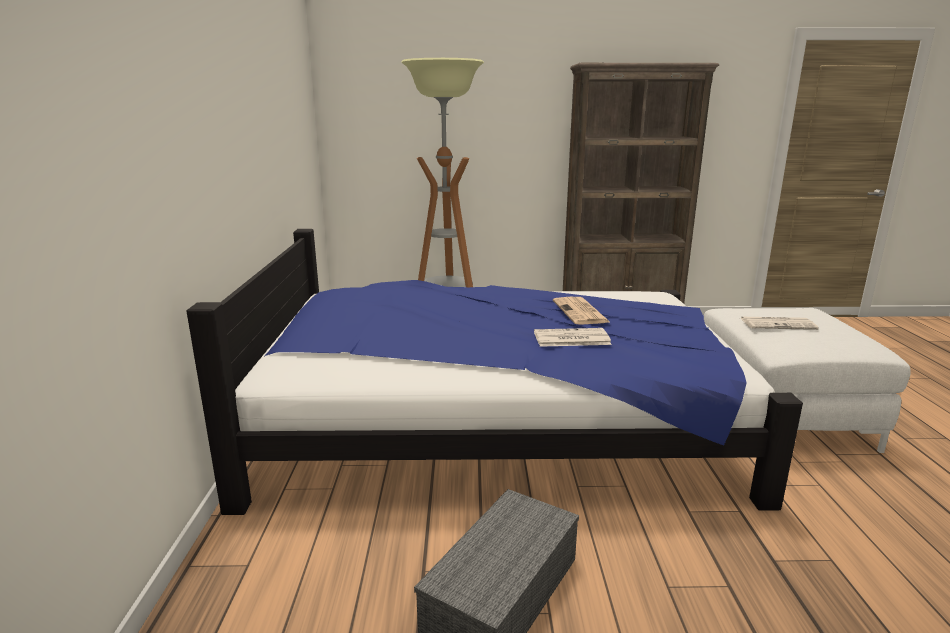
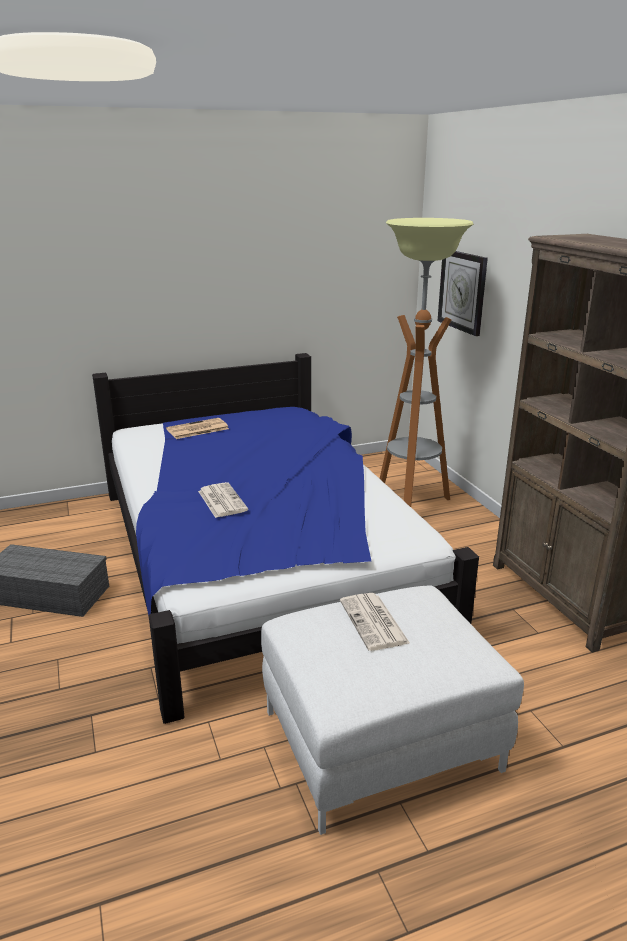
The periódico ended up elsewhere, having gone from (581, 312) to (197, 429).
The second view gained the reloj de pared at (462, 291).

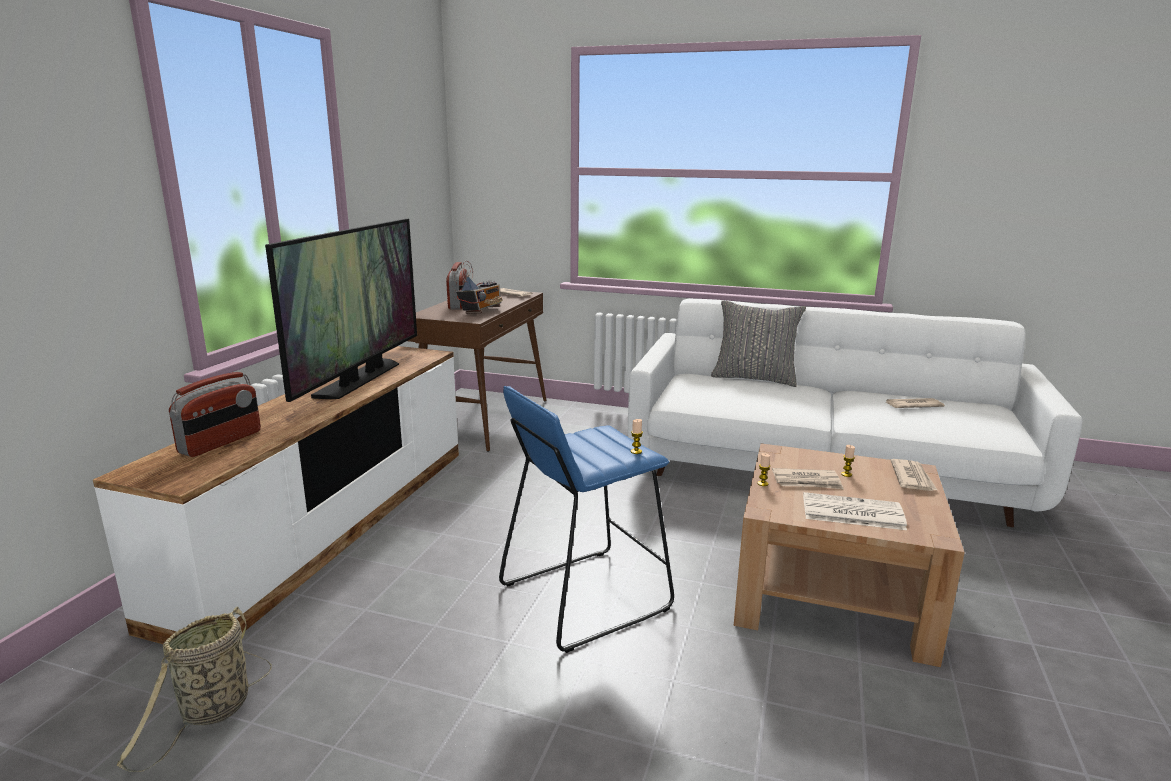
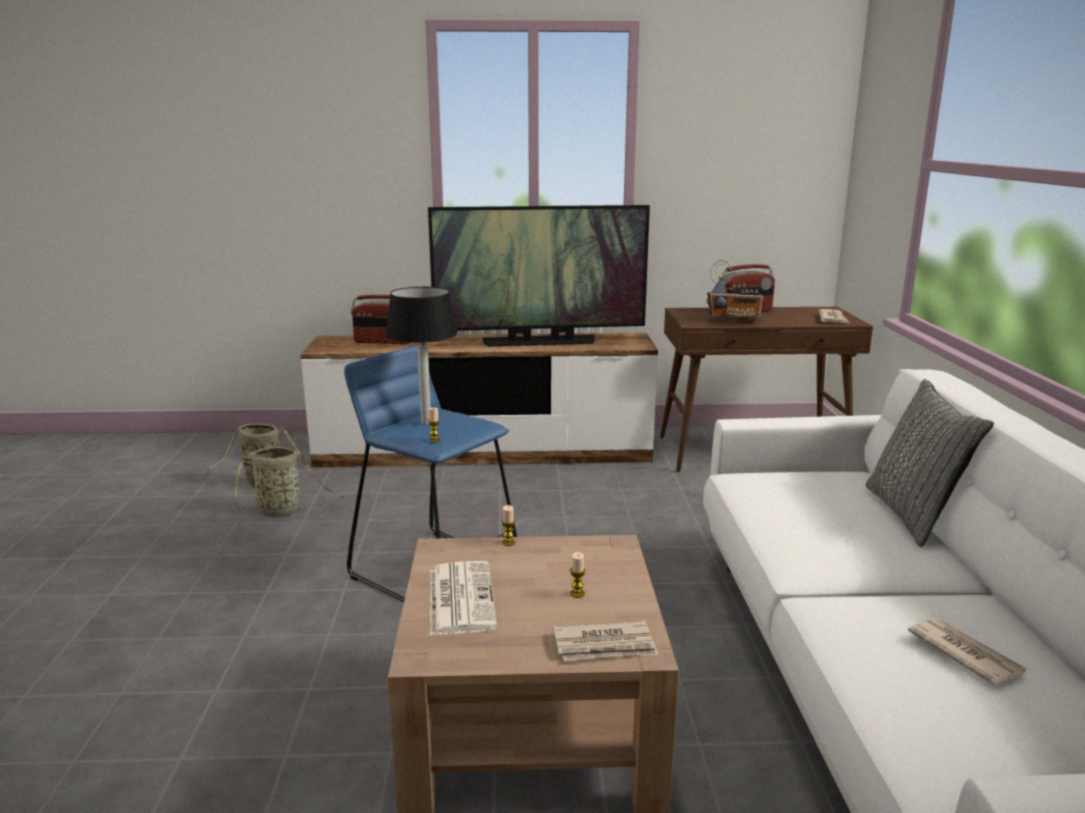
The second view gained the cesta at (283, 511).
The second view gained the lámpara de mesa at (425, 423).
The second view lost the periódico at (807, 482).

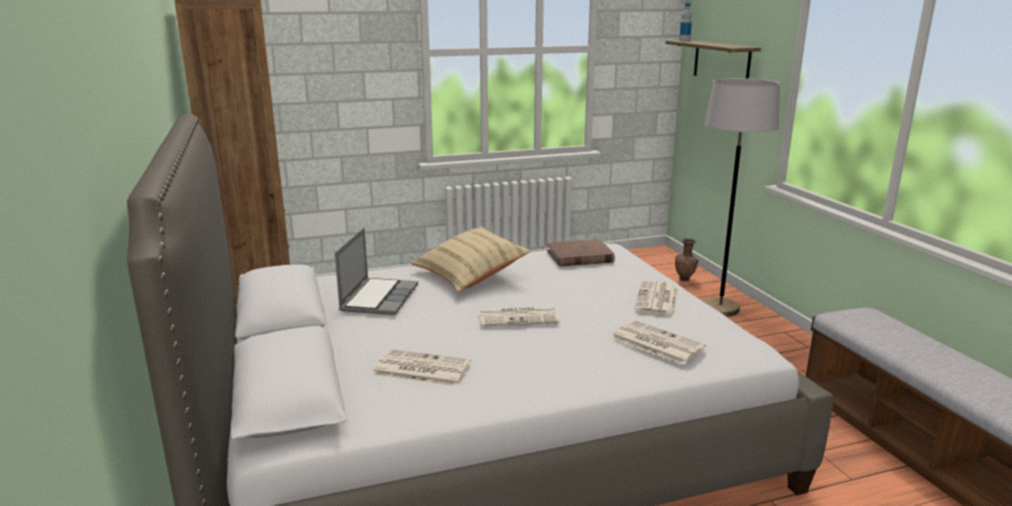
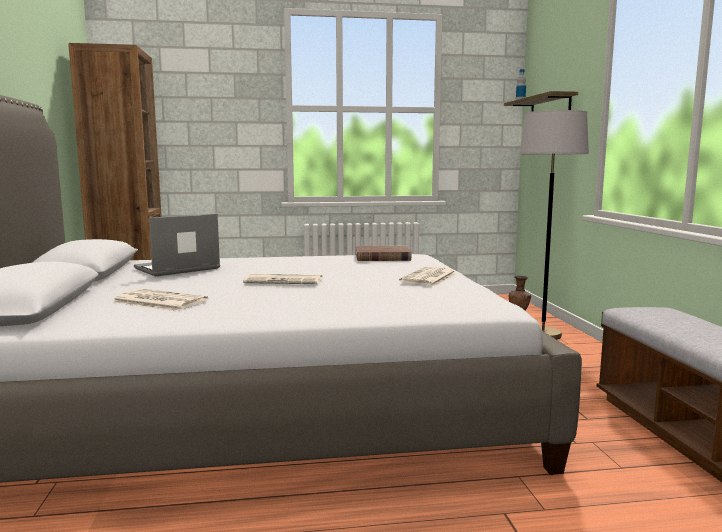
The portátil at (379, 298) ended up facing another way, 150 degrees counterclockwise from before.
The second view lost the cojín [beis] at (470, 275).
The second view lost the periódico at (655, 343).

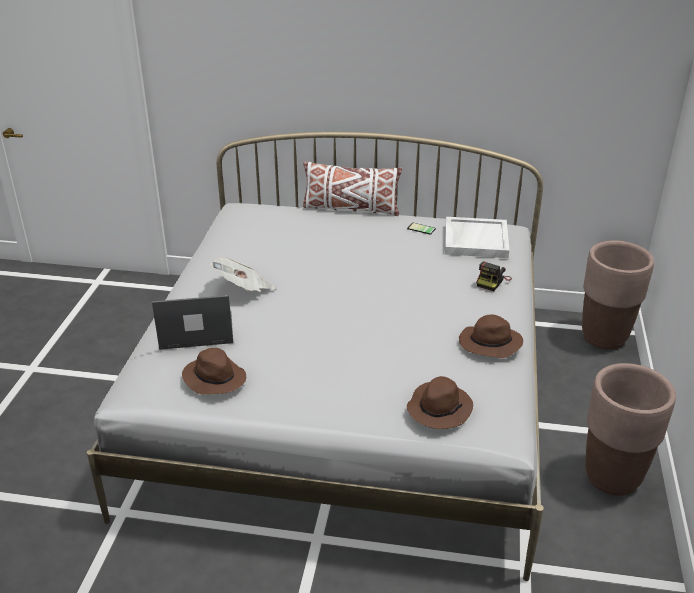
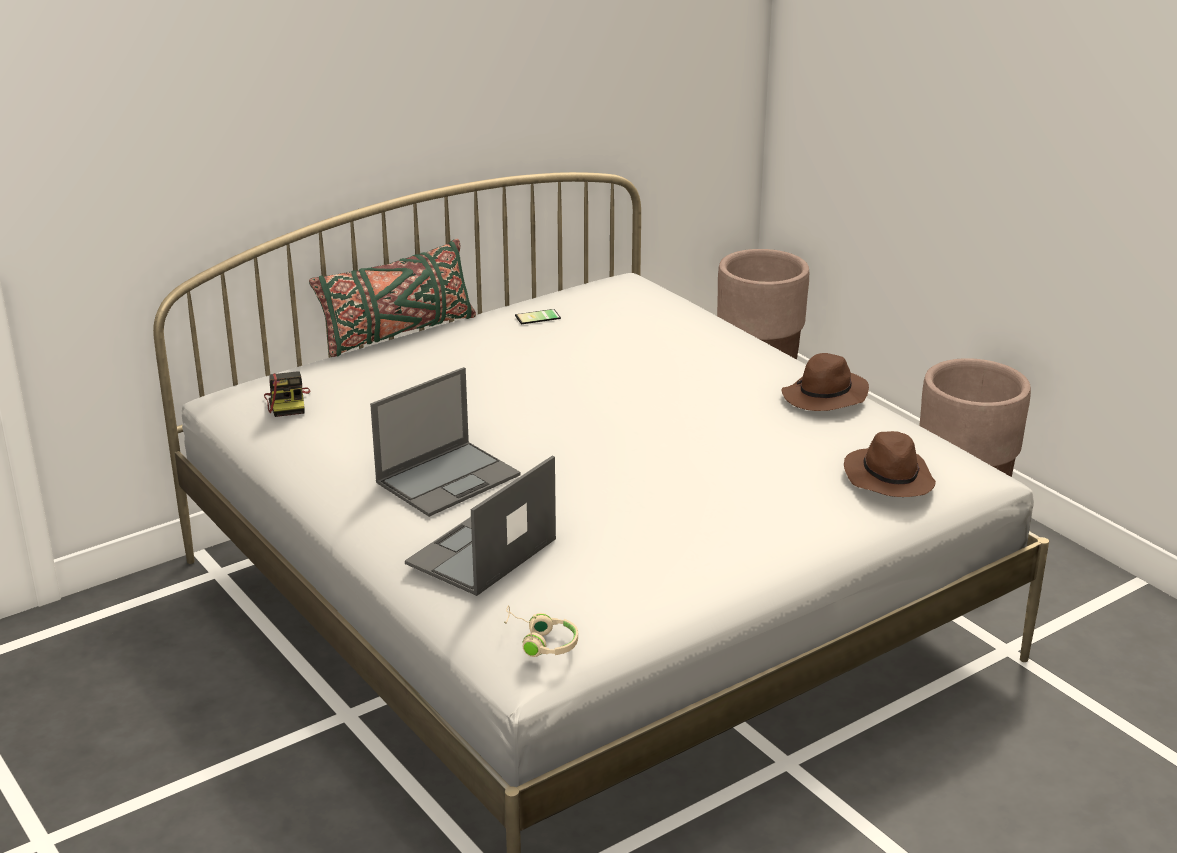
The cámara ended up elsewhere, having gone from (492, 281) to (288, 403).
What was the cojín [blanco] at (350, 208) turned into the cojín [verde] at (397, 333).
Where the periódico stood at (244, 289), the portátil came to stand at (449, 478).
The second view gained the auriculares [beis] at (540, 642).
The second view lost the sombrero [marrón] at (214, 378).
The second view lost the bandeja [blanco] at (475, 240).

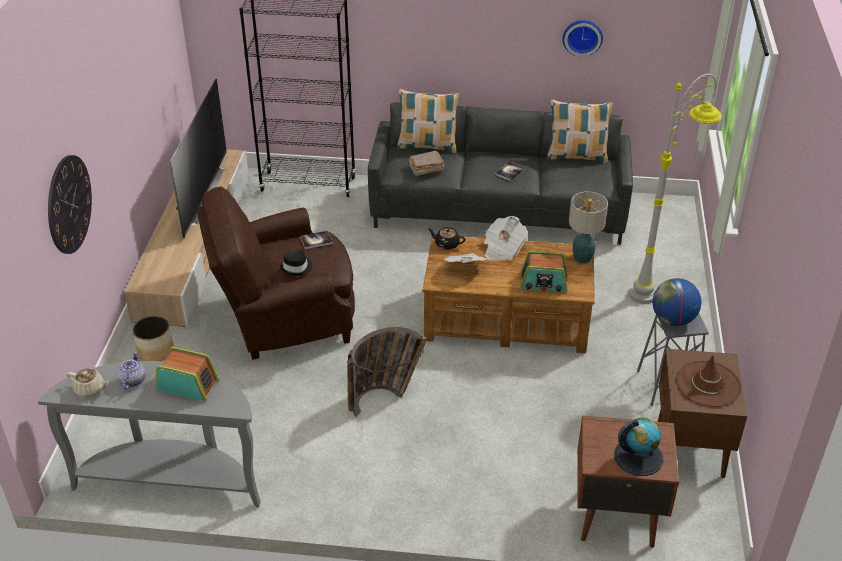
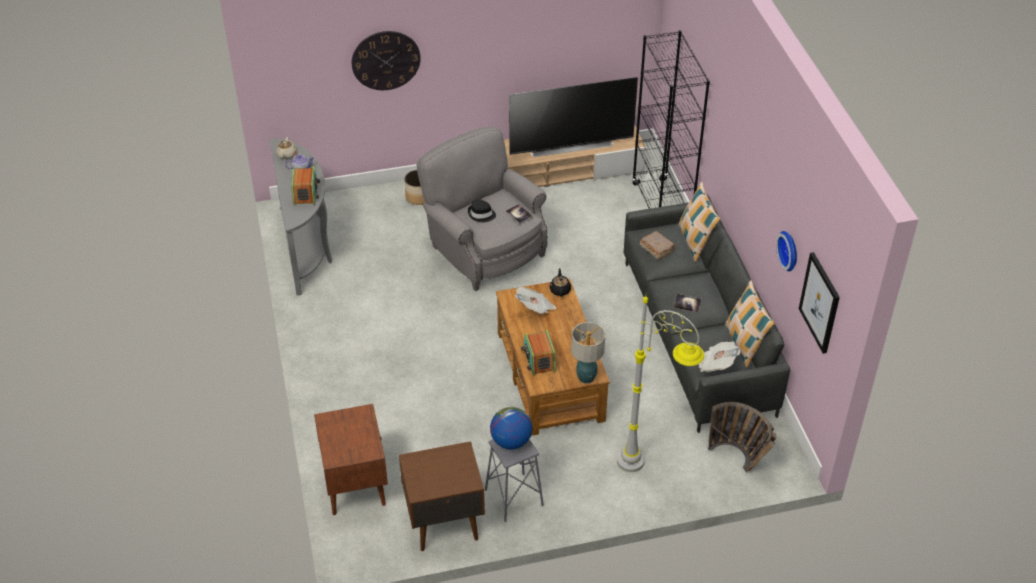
What was the sillón [marrón] at (284, 319) turned into the sillón [gris] at (484, 248).
The periódico ended up elsewhere, having gone from (503, 249) to (715, 364).
The cesta ended up elsewhere, having gone from (385, 397) to (740, 461).
The second view gained the cuadro at (820, 302).
The second view lost the globo terráqueo at (638, 457).
The second view lost the sombrero [marrón] at (708, 384).

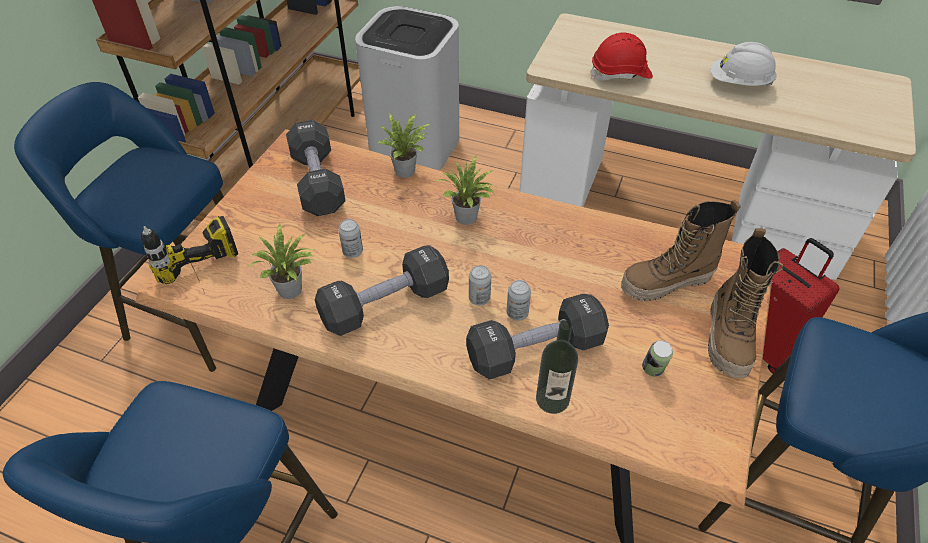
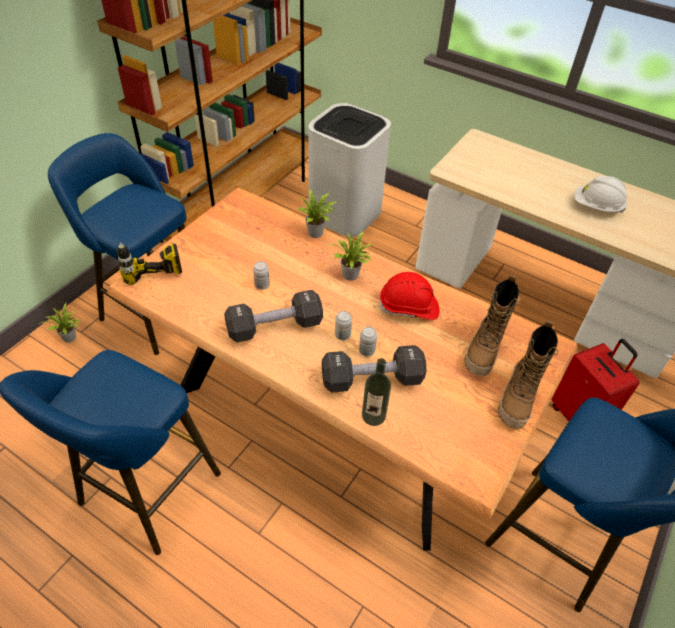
The planta en maceta ended up elsewhere, having gone from (292, 291) to (70, 338).
The casco [rojo] ended up elsewhere, having gone from (621, 74) to (409, 307).
The bota at (666, 283) ended up facing another way, 60 degrees counterclockwise from before.
The second view lost the mancuerna [negro] at (318, 182).
The second view lost the lata at (653, 370).

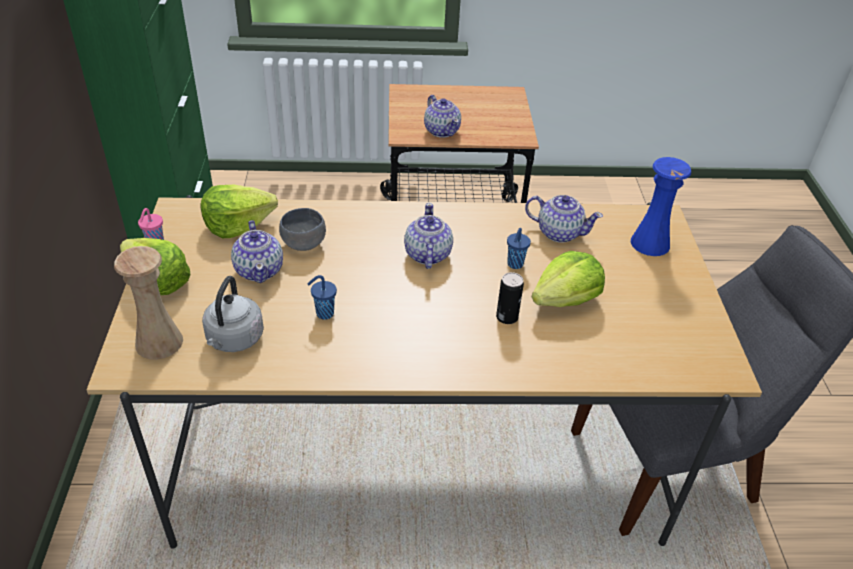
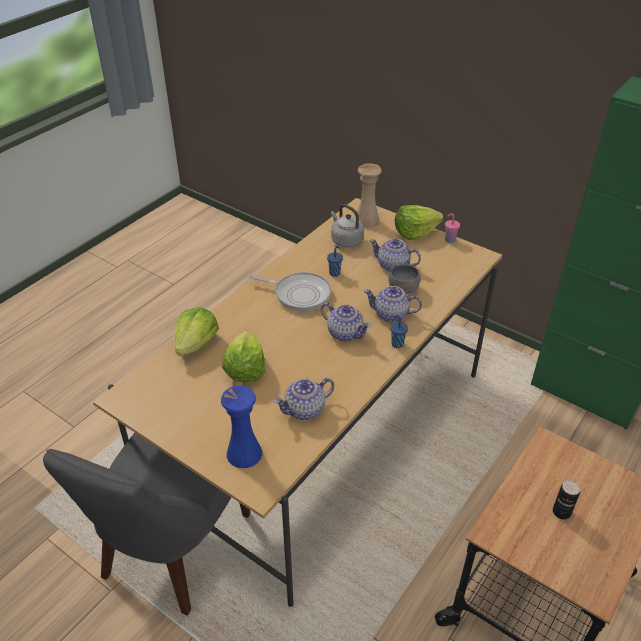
The lechuga ended up elsewhere, having gone from (237, 225) to (196, 343).
The second view gained the sartén at (299, 294).
The tetera ended up elsewhere, having gone from (442, 131) to (391, 314).
The taza [azul] ended up elsewhere, having gone from (514, 265) to (397, 343).
The lata ended up elsewhere, having gone from (507, 317) to (561, 512).

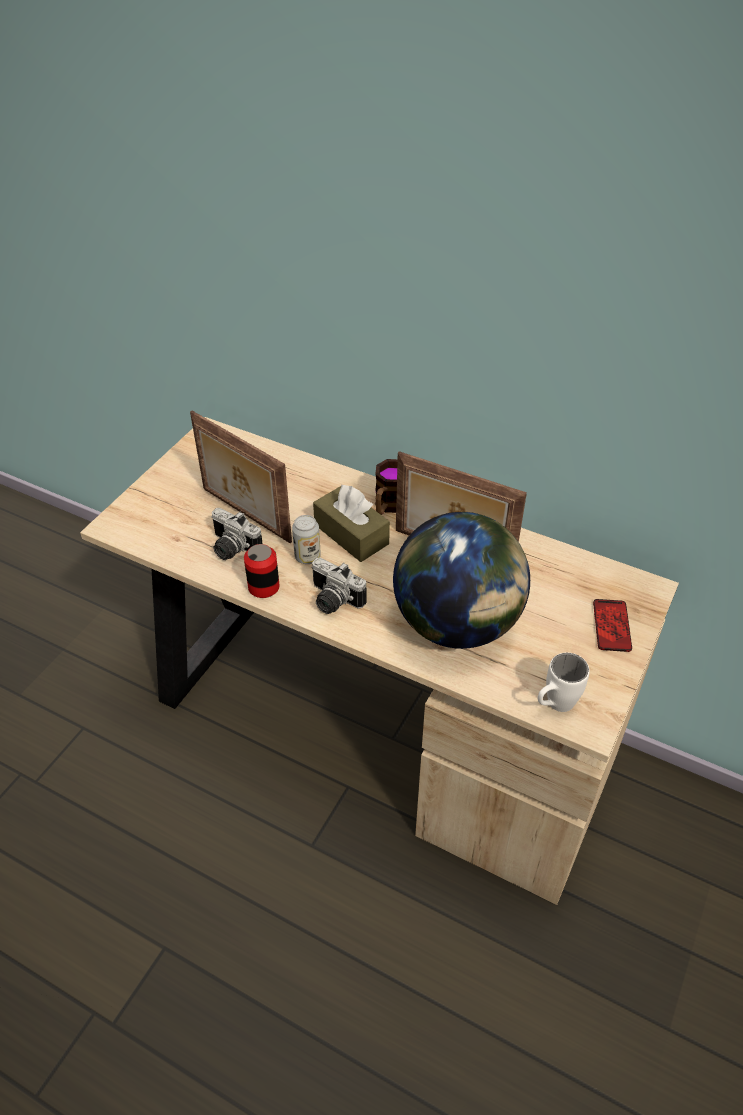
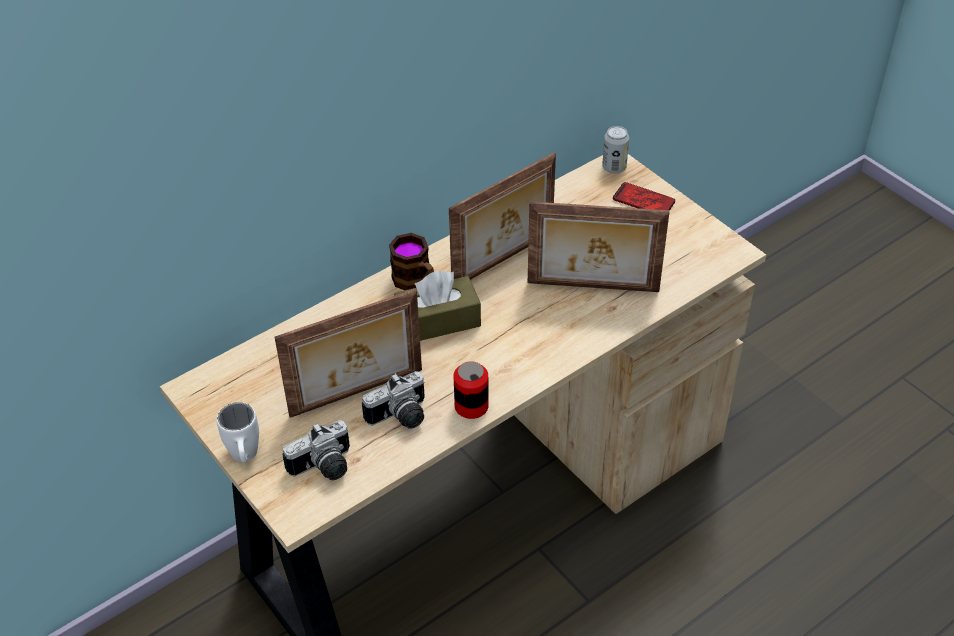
The taza grande [blanco] ended up elsewhere, having gone from (554, 706) to (245, 459).
The cámara ended up elsewhere, having gone from (332, 601) to (324, 468).
Where the globo terráqueo stood at (457, 624), the portarretratos came to stand at (592, 288).
The lata ended up elsewhere, having gone from (307, 557) to (614, 167).

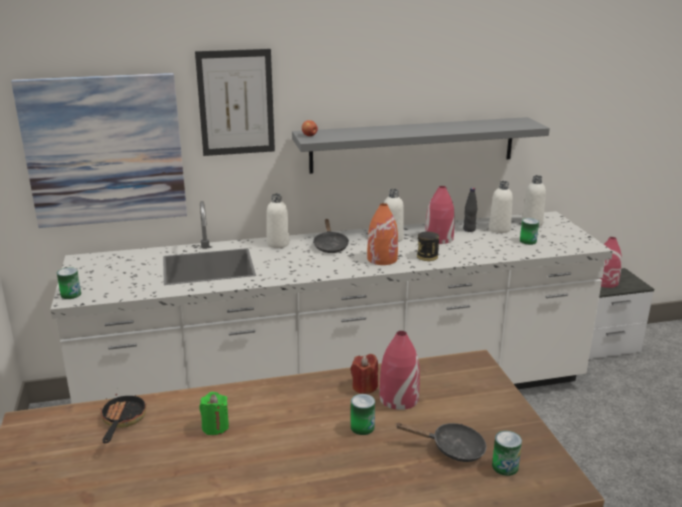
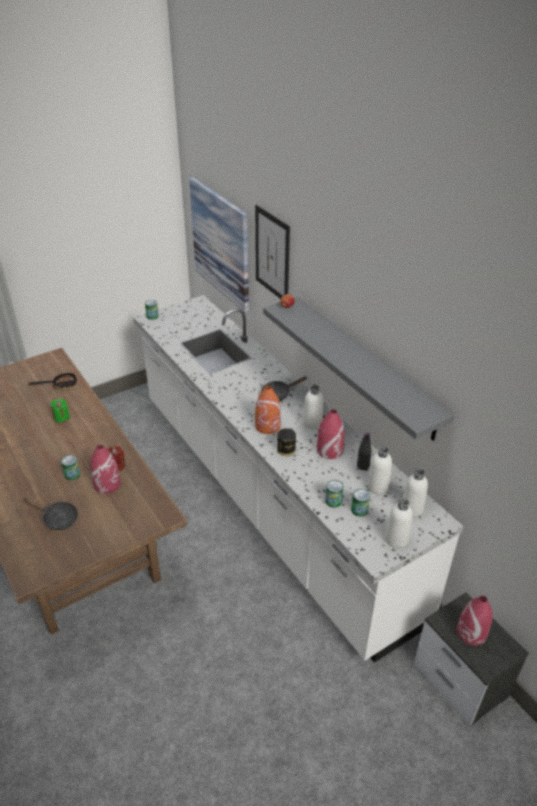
The sartén [negro] at (452, 448) ended up facing another way, 60 degrees counterclockwise from before.
The lata ended up elsewhere, having gone from (505, 466) to (333, 501).
The botella [blanco] ended up elsewhere, having gone from (278, 244) to (396, 539).

